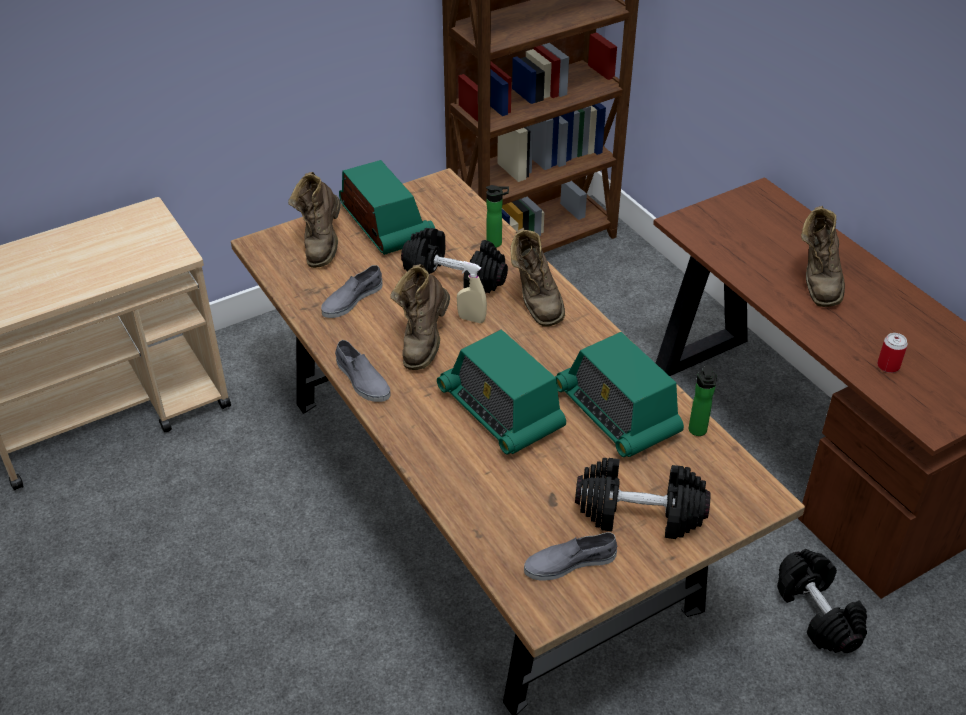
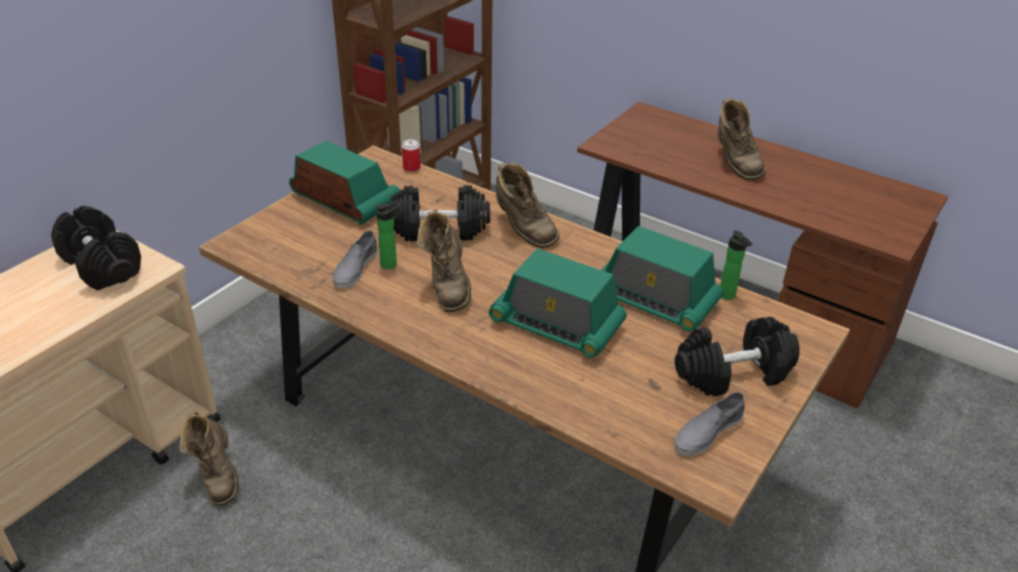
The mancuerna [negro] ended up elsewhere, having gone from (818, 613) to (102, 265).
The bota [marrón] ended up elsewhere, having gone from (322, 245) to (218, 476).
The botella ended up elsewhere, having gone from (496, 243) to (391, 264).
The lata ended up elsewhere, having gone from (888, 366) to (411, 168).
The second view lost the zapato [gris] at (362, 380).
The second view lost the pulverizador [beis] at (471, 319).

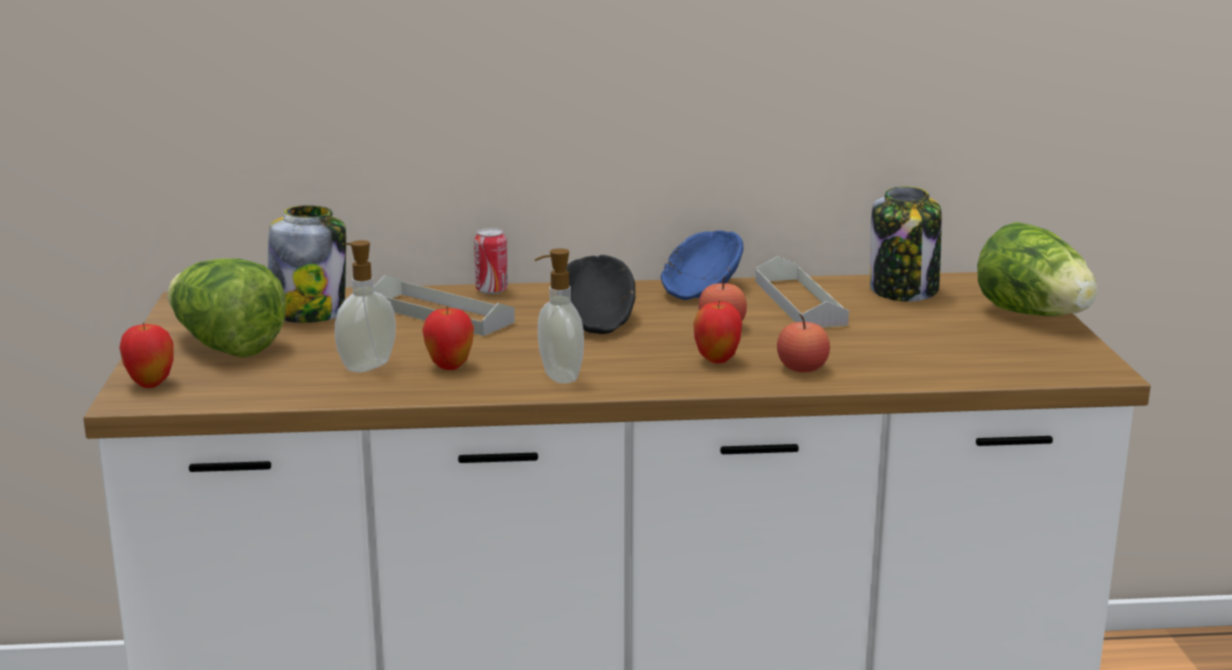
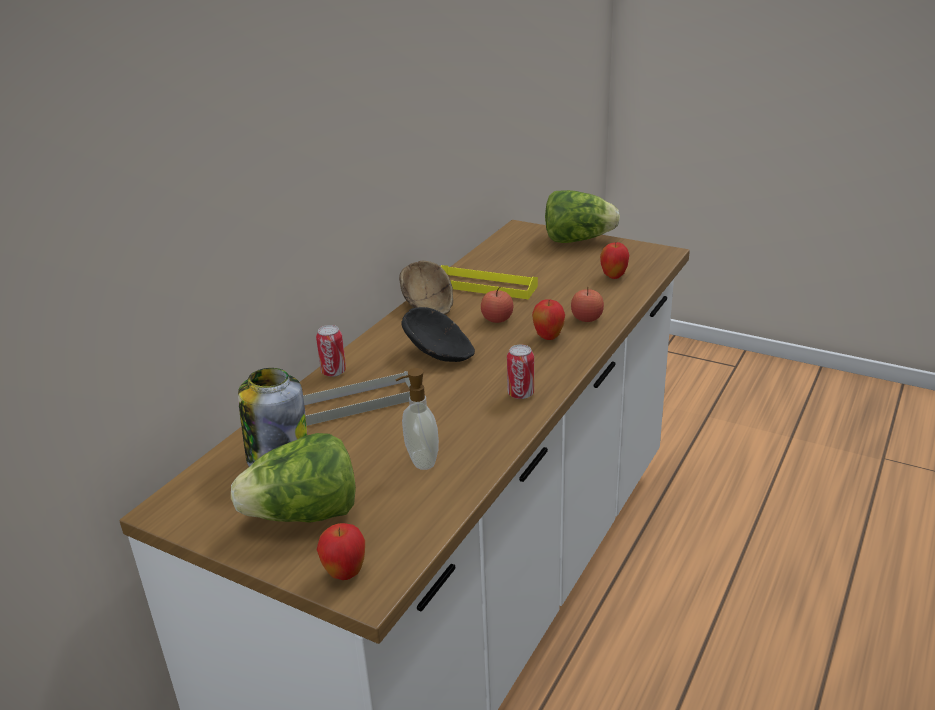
What was the cuenco [azul] at (698, 290) turned into the cuenco [marrón] at (427, 306).
What was the bandeja [gris] at (799, 302) turned into the bandeja [amarillo] at (486, 286).
Where the dispensador de jabón stood at (559, 377), the lata came to stand at (520, 394).
The manzana ended up elsewhere, having gone from (449, 366) to (613, 276).
The second view lost the tarro at (904, 290).

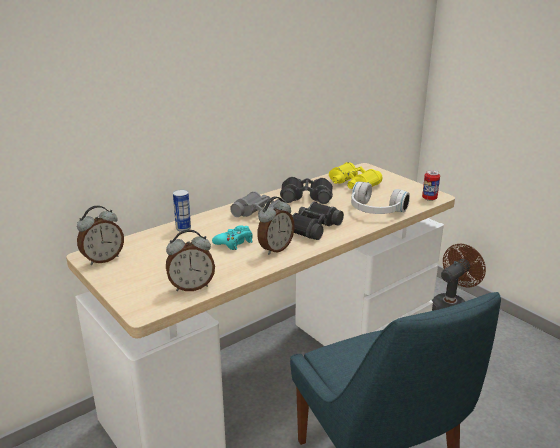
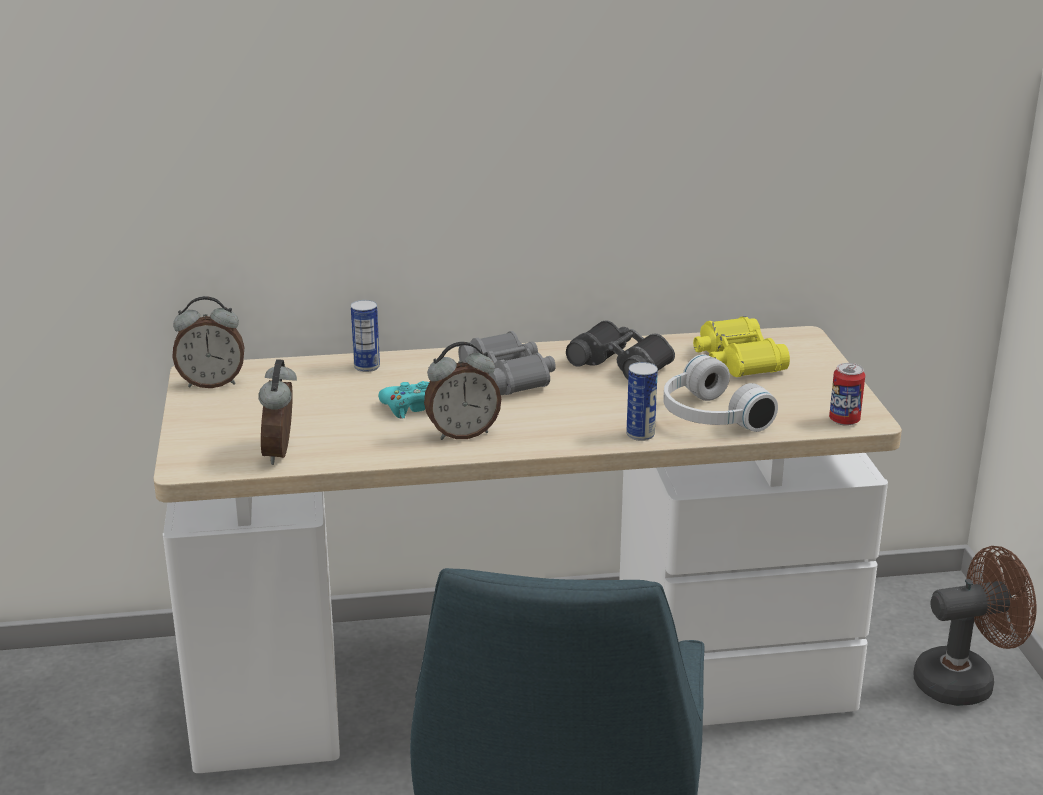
The despertador at (191, 286) ended up facing another way, 75 degrees clockwise from before.
The second view gained the lata at (640, 434).
The second view lost the prismáticos [negro] at (312, 227).

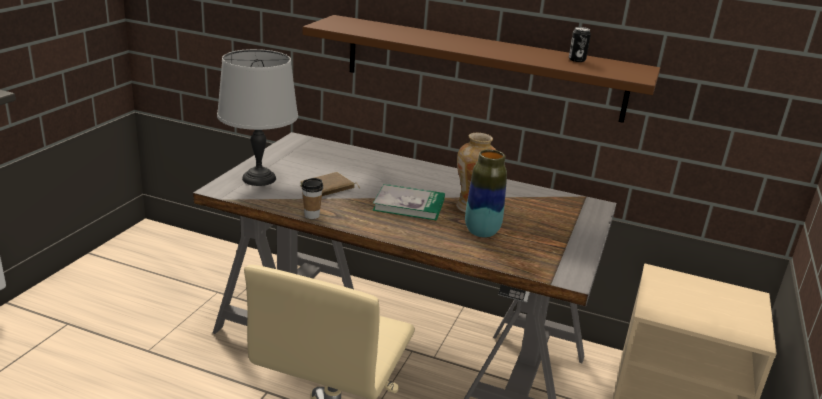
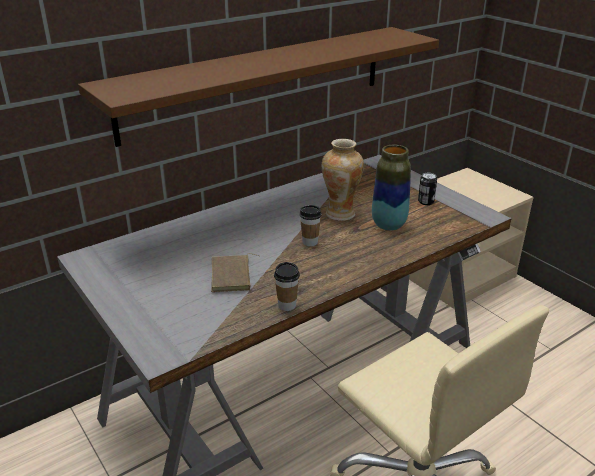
Where the libro stood at (409, 205), the taza came to stand at (310, 242).
The lata ended up elsewhere, having gone from (577, 60) to (426, 202).
The second view lost the lámpara de mesa [gris] at (259, 178).

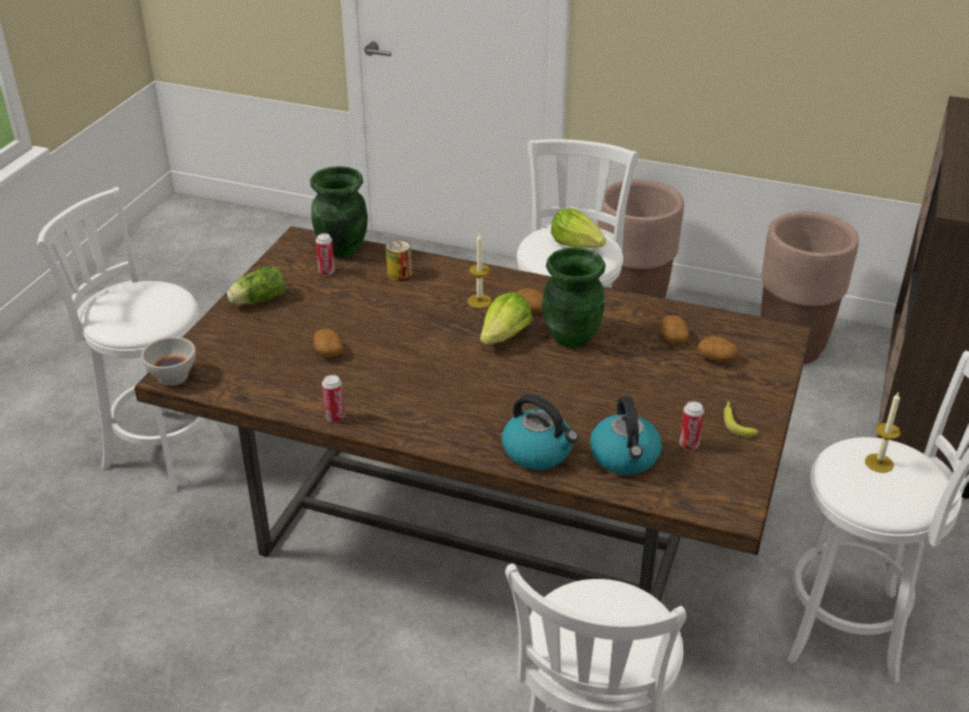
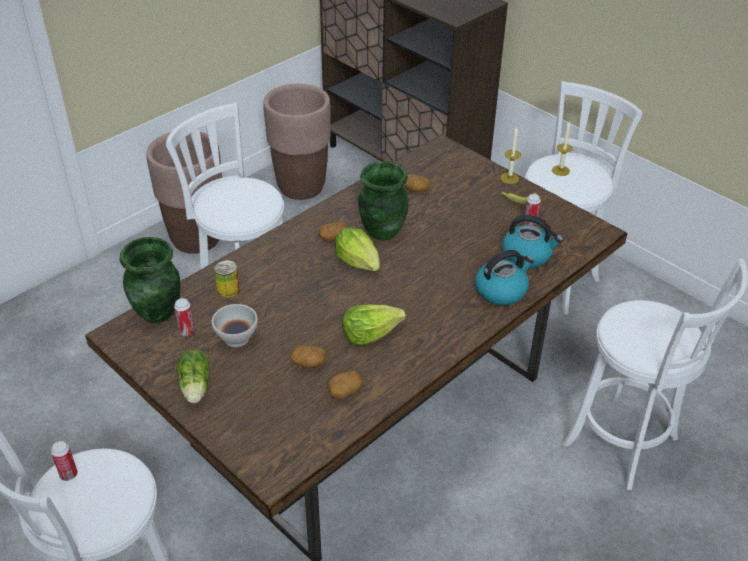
The lata ended up elsewhere, having gone from (335, 417) to (68, 474).
The cuenco [blanco] ended up elsewhere, having gone from (172, 376) to (236, 338).
The patata ended up elsewhere, having gone from (716, 357) to (345, 390).
The lechuga ended up elsewhere, having gone from (577, 244) to (370, 333).
The vela ended up elsewhere, having gone from (479, 301) to (509, 178).

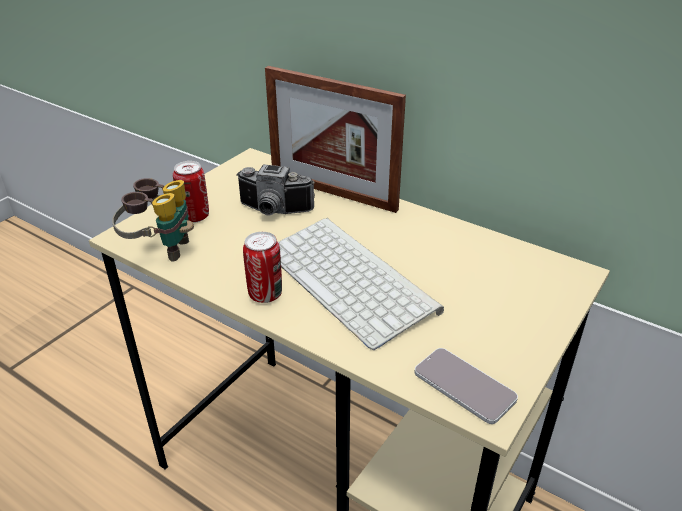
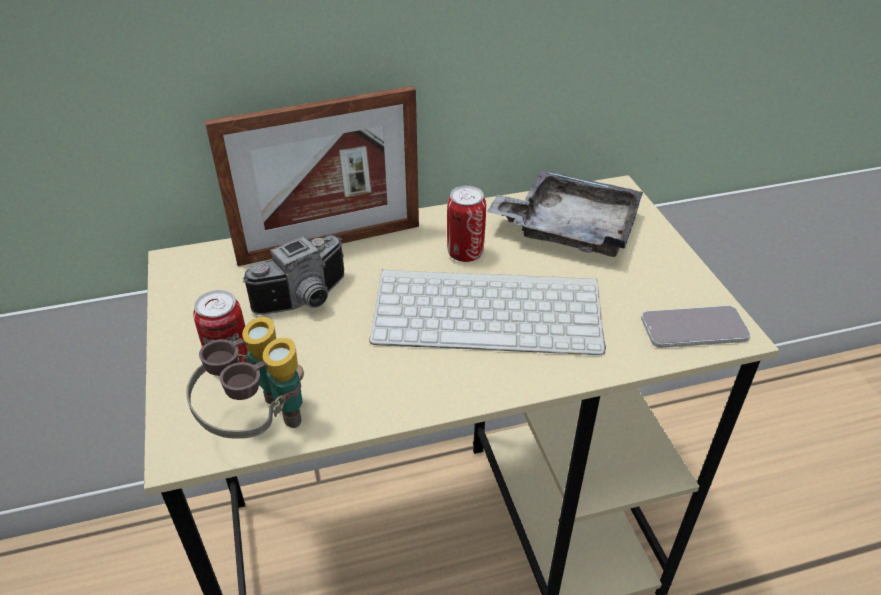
The lata ended up elsewhere, having gone from (265, 294) to (465, 253).
The second view gained the bandeja [gris] at (569, 228).

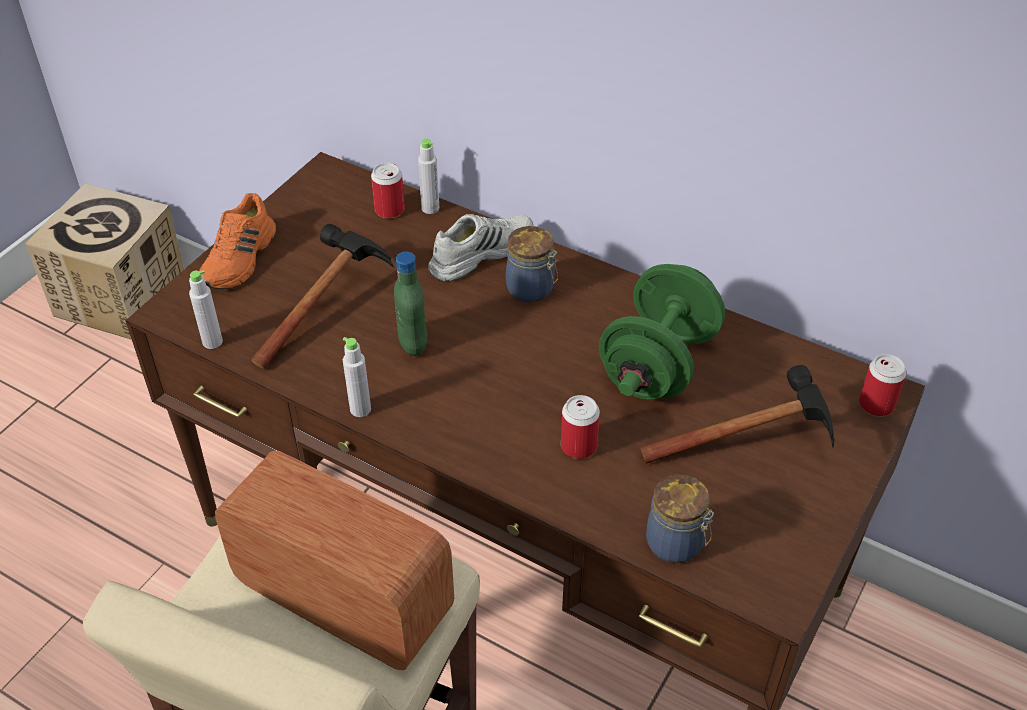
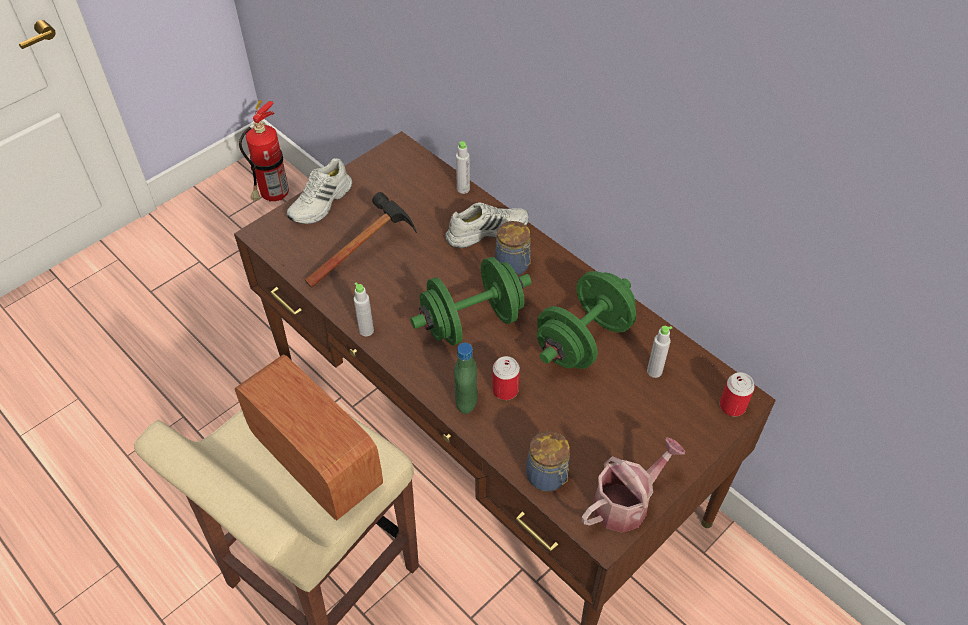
Where the caja de cartón stood at (121, 297), the extintor came to stand at (273, 197).
What was the zapato [naranja] at (240, 259) turned into the zapato [blanco] at (321, 203).
The second view gained the mancuerna [verde] at (472, 322).
The botella [verde] ended up elsewhere, having gone from (413, 343) to (466, 402).
The second view gained the regadera at (626, 502).
The botella [gris] ended up elsewhere, having gone from (212, 342) to (654, 371).
The second view lost the lata at (389, 210).
The second view lost the martillo at (753, 442).

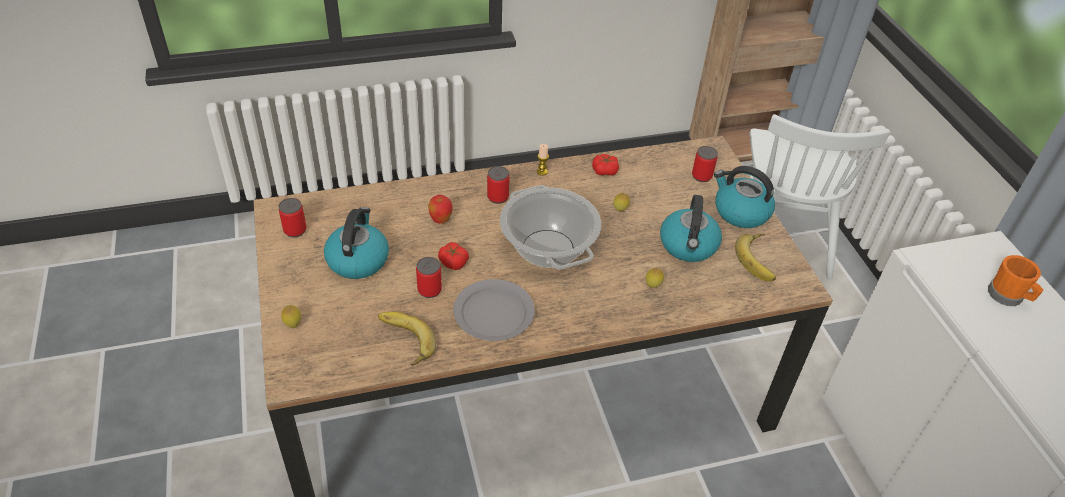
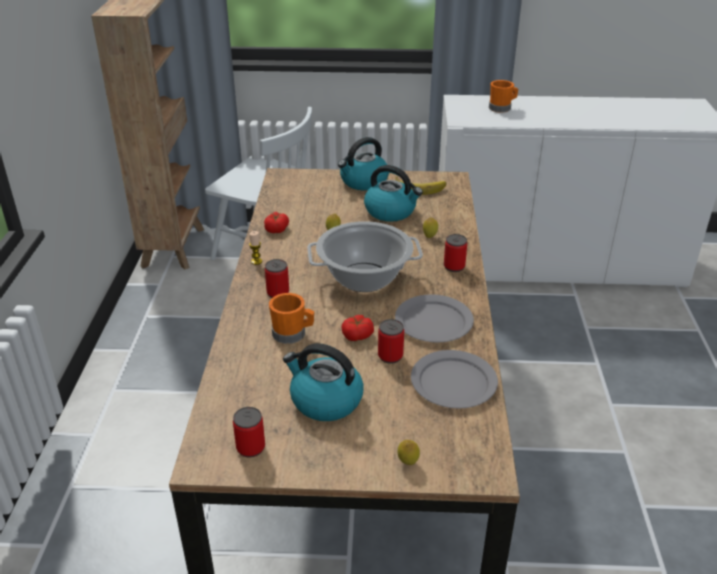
Where the manzana stood at (440, 220), the taza grande [naranja] came to stand at (293, 334).
Where the plátano stood at (403, 340), the plato [gris] came to stand at (453, 383).
The lata ended up elsewhere, having gone from (701, 176) to (454, 266).

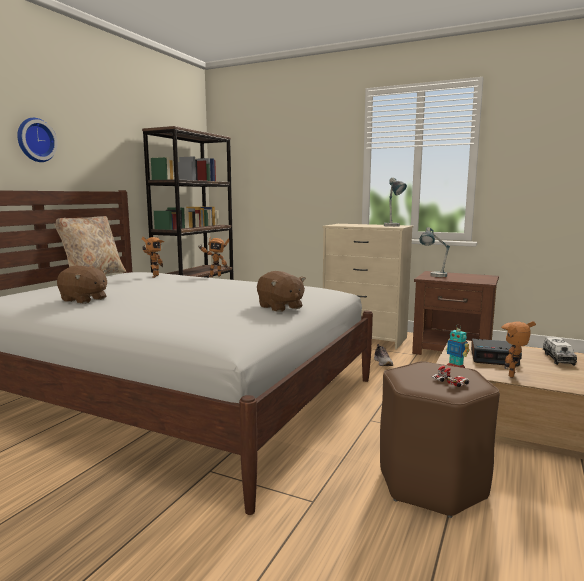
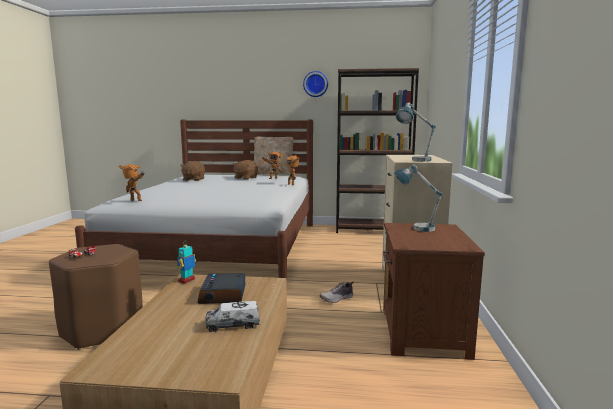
The robot de juguete ended up elsewhere, having gone from (515, 375) to (135, 201).
The peluche [marrón] ended up elsewhere, having gone from (280, 307) to (245, 178).
The reloj de pared ended up elsewhere, having gone from (35, 140) to (315, 84).

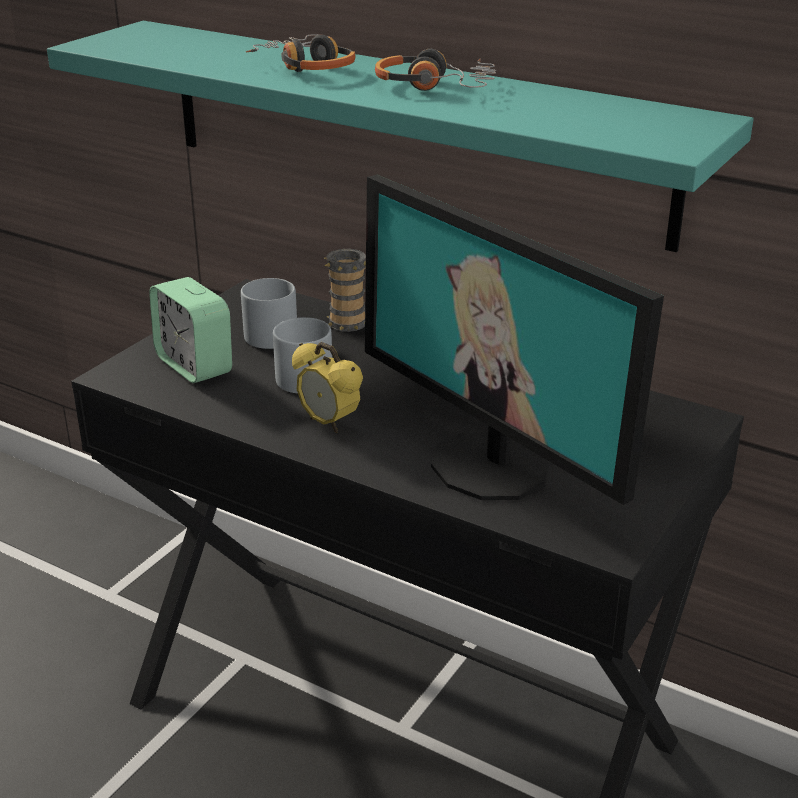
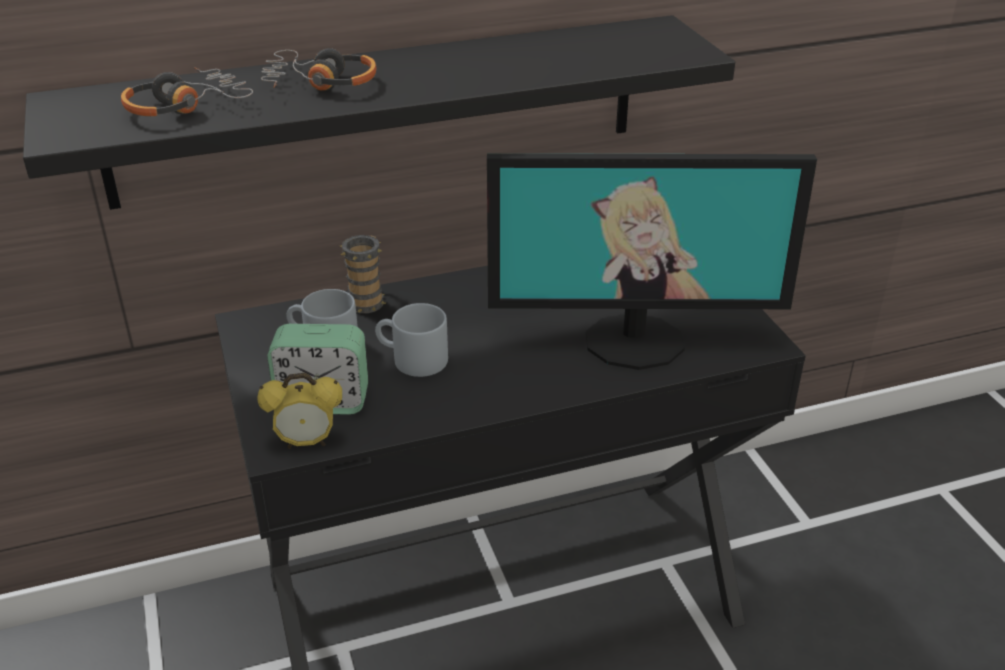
What was the estante [turquesa] at (407, 128) turned into the estante [negro] at (379, 110).
The auriculares ended up elsewhere, having gone from (435, 86) to (185, 106).
The despertador ended up elsewhere, having gone from (328, 423) to (306, 442).

